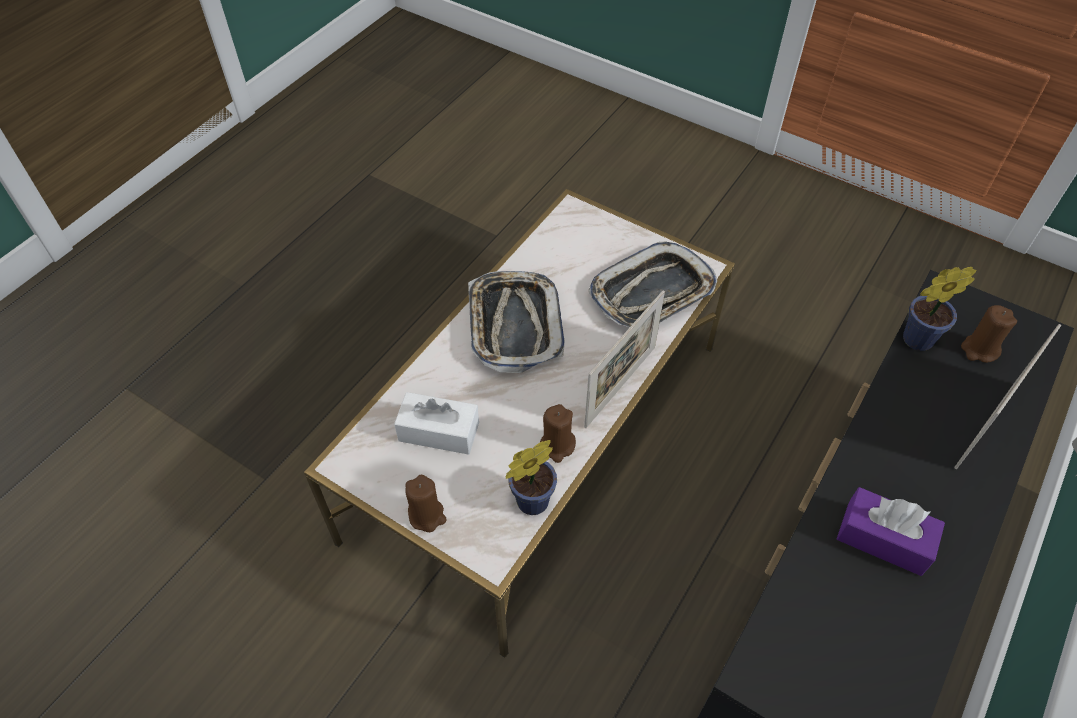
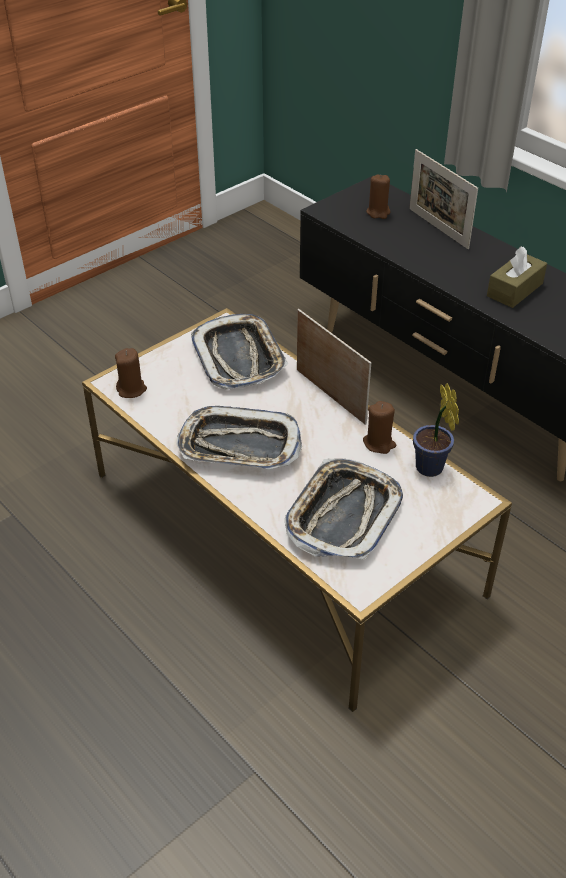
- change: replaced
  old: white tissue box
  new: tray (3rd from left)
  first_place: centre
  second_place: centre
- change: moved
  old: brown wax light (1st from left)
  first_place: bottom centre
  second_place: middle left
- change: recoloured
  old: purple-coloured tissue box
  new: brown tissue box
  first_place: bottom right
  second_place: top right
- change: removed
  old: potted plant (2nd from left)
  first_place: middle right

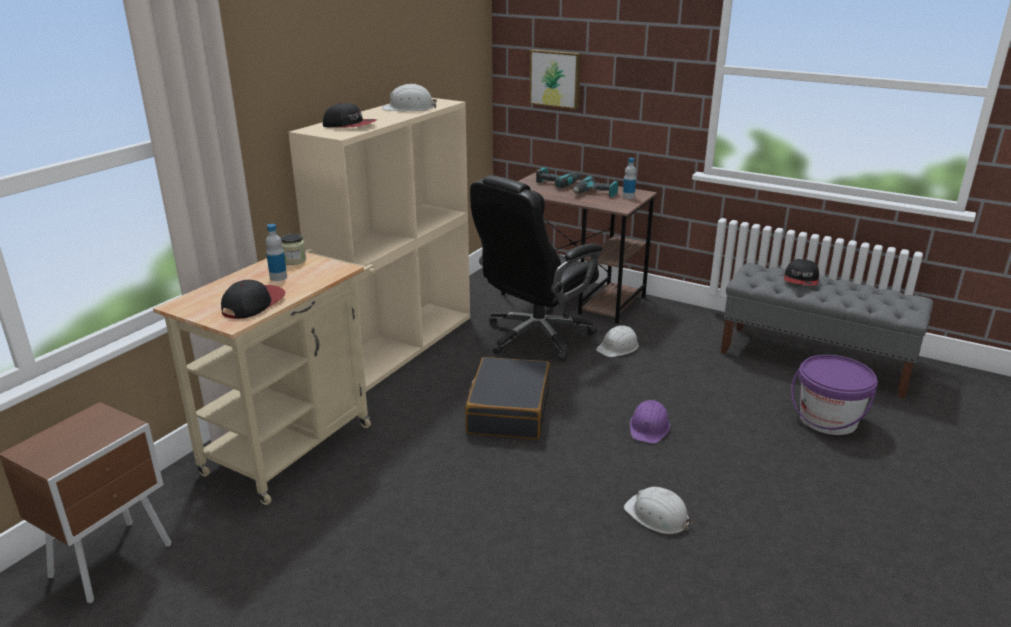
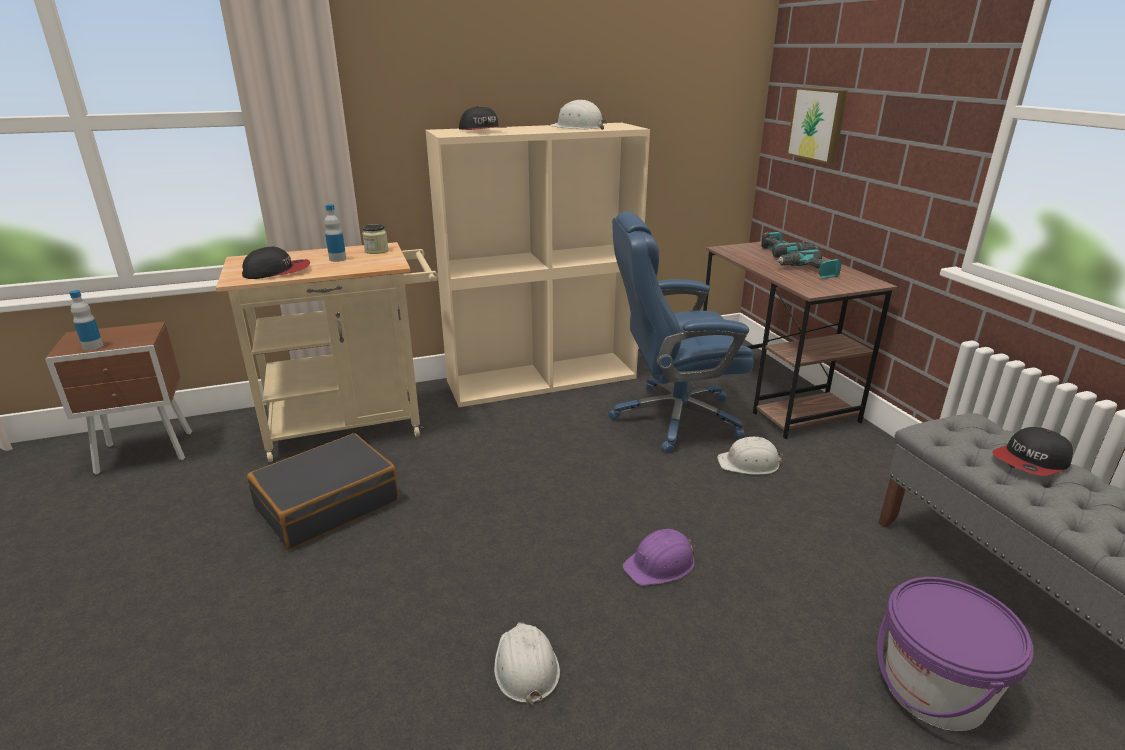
- change: moved
  old: black-coloured suitcase
  first_place: centre
  second_place: middle left
- change: recoloured
  old: black-coloured desk chair
  new: blue-coloured desk chair
  first_place: centre
  second_place: centre
- change: moved
  old: bottle (2nd from left in the first image)
  new: bottle (1st from left)
  first_place: top centre
  second_place: middle left

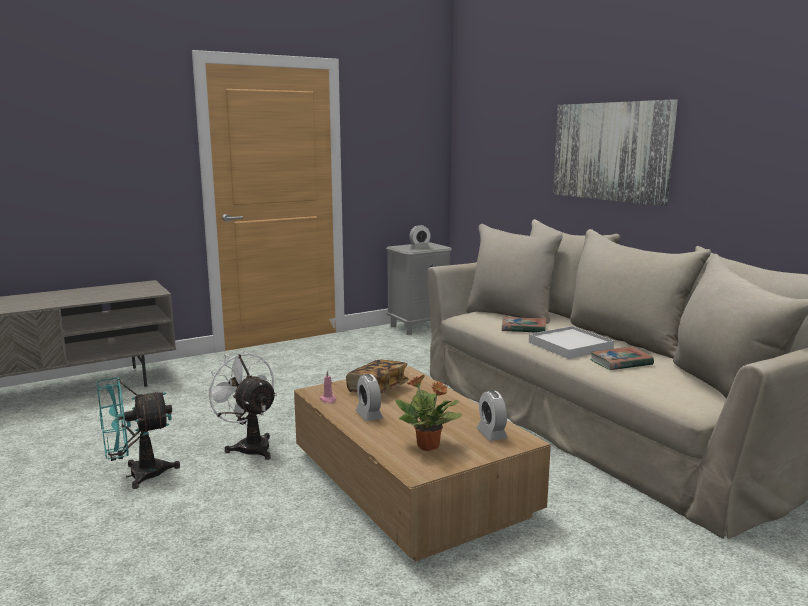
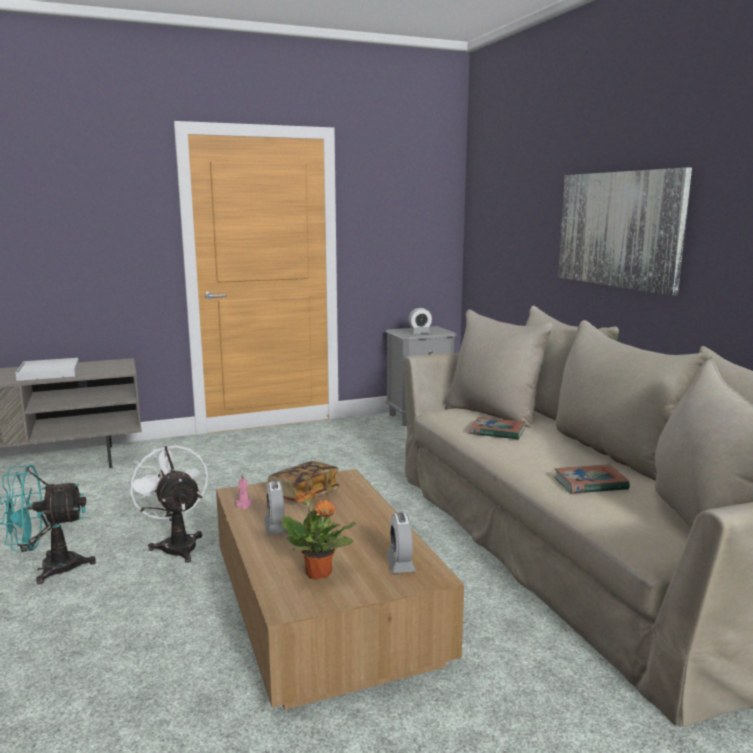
- change: moved
  old: white tray
  first_place: middle right
  second_place: middle left

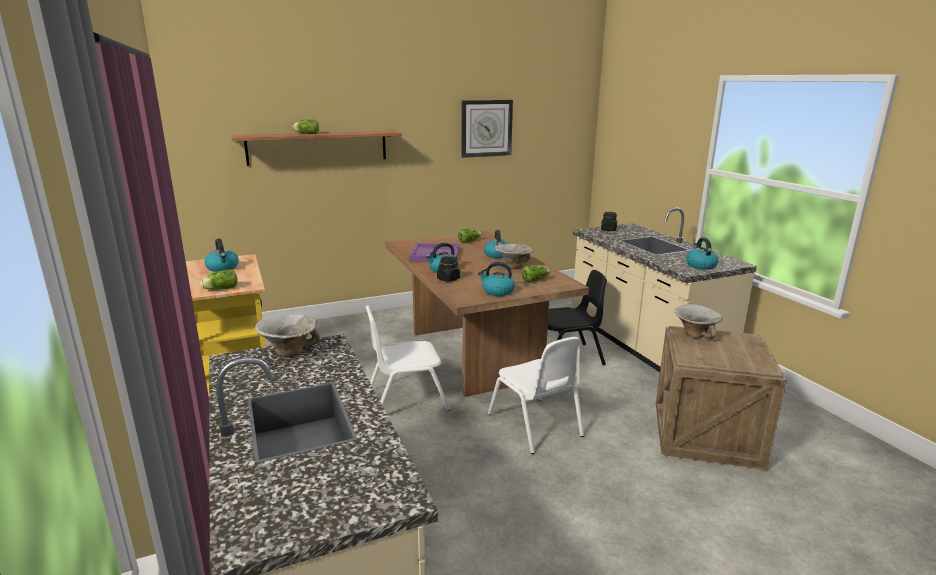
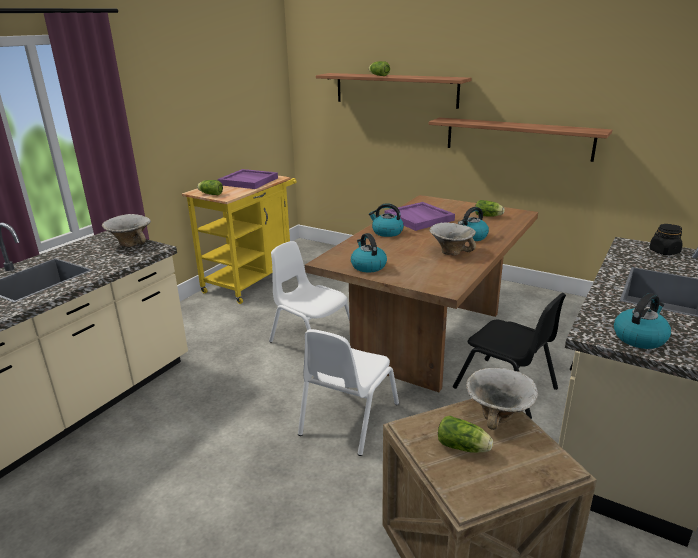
- change: replaced
  old: kettle (1st from left)
  new: purple-coloured tray (1st from left)
  first_place: middle left
  second_place: top centre
- change: removed
  old: black-coloured storage jar (1st from left)
  first_place: centre
- change: removed
  old: clock on the wall
  first_place: top centre
- change: moved
  old: lettuce (4th from left in the first image)
  new: lettuce (3rd from left)
  first_place: centre
  second_place: bottom centre
- change: added
  new: wall shelf (2nd from left)
  second_place: top right

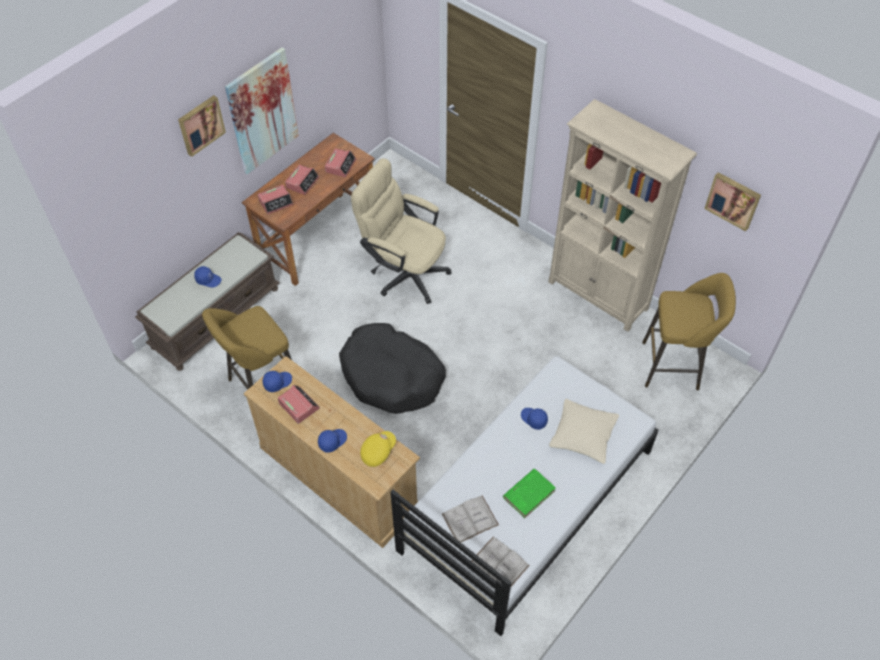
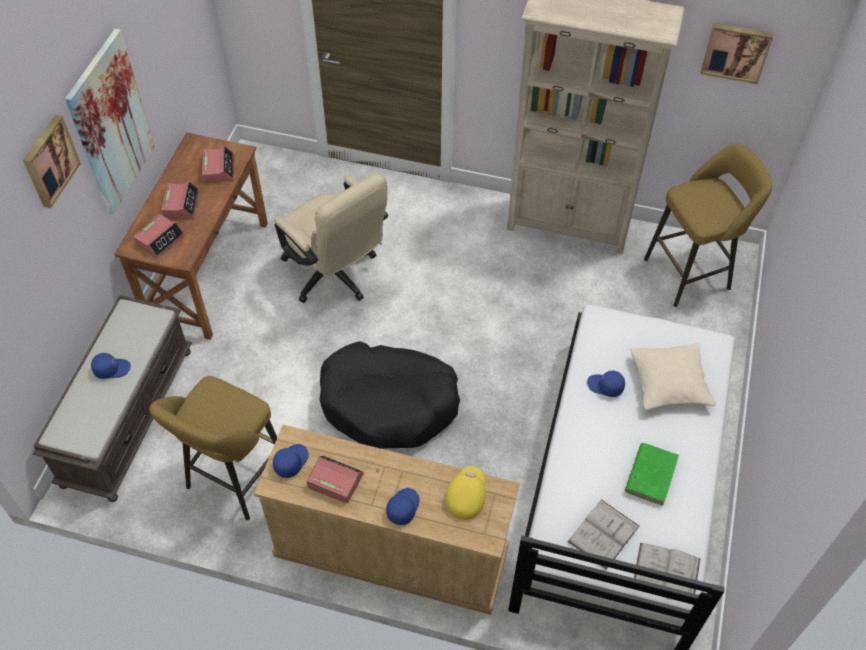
- change: turned
  old: beige-coloured desk chair
  first_place: centre
  second_place: centre
  degrees: -135

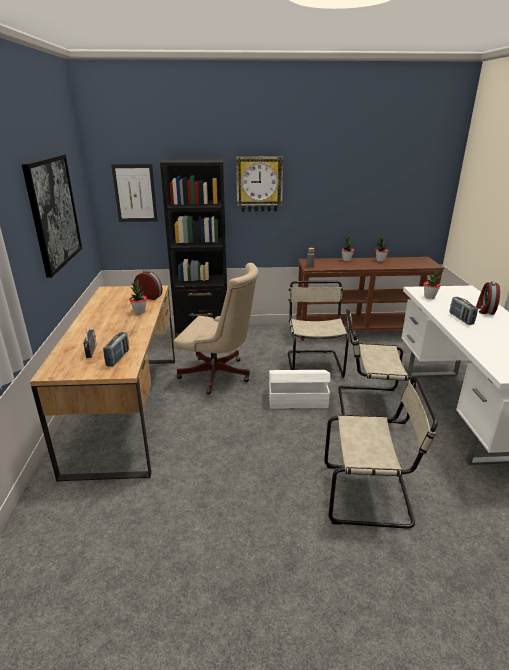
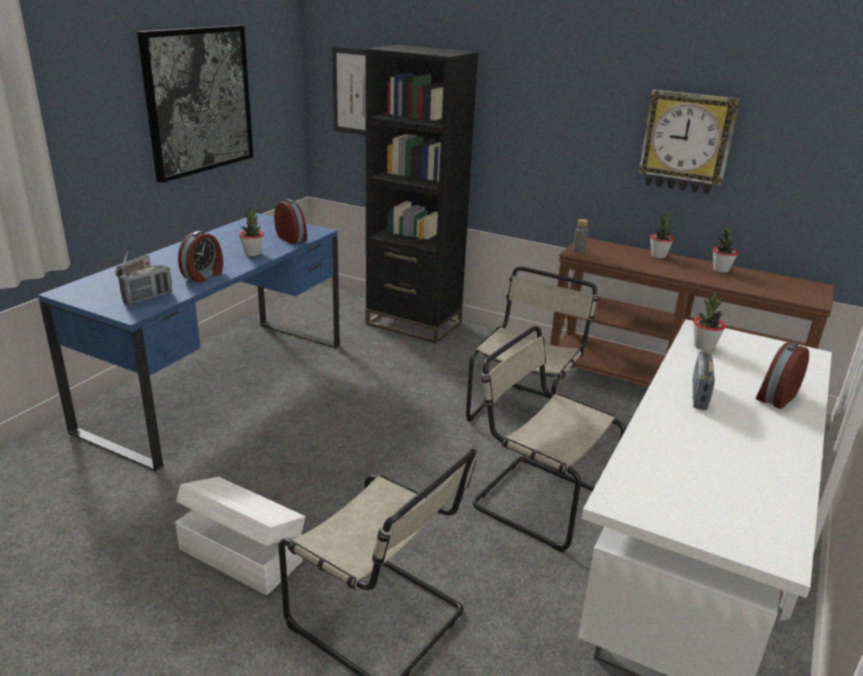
- change: recoloured
  old: brown desk unit
  new: blue-coloured desk unit
  first_place: middle left
  second_place: middle left
- change: removed
  old: beige-coloured desk chair
  first_place: centre
- change: moved
  old: clock on the wall
  first_place: top centre
  second_place: top right
- change: moved
  old: white storage box
  first_place: centre
  second_place: bottom left
- change: added
  new: table clock (1st from left)
  second_place: middle left

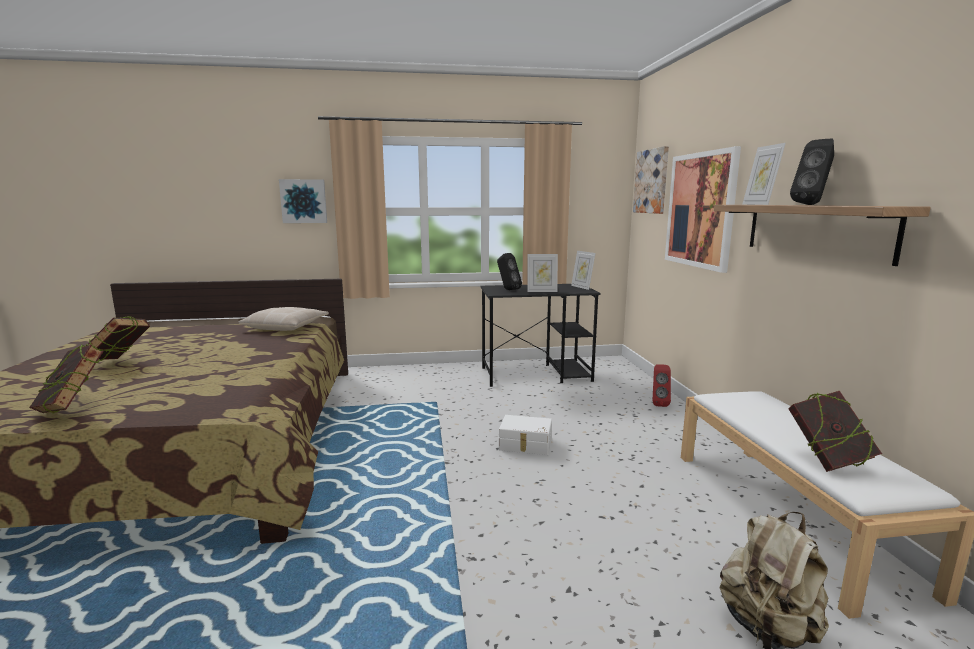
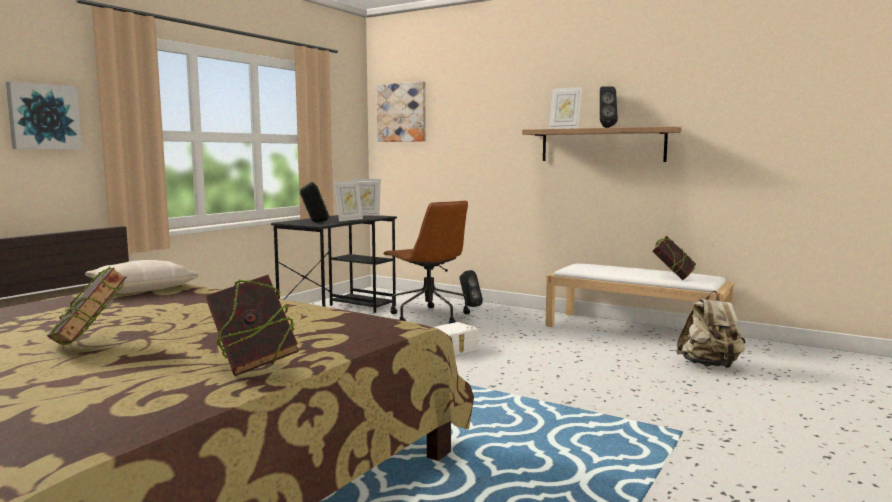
- change: recoloured
  old: red-coloured speaker
  new: black-coloured speaker (2nd from left)
  first_place: middle right
  second_place: centre
- change: removed
  old: picture (3rd from left)
  first_place: top right
- change: added
  new: brown desk chair
  second_place: centre

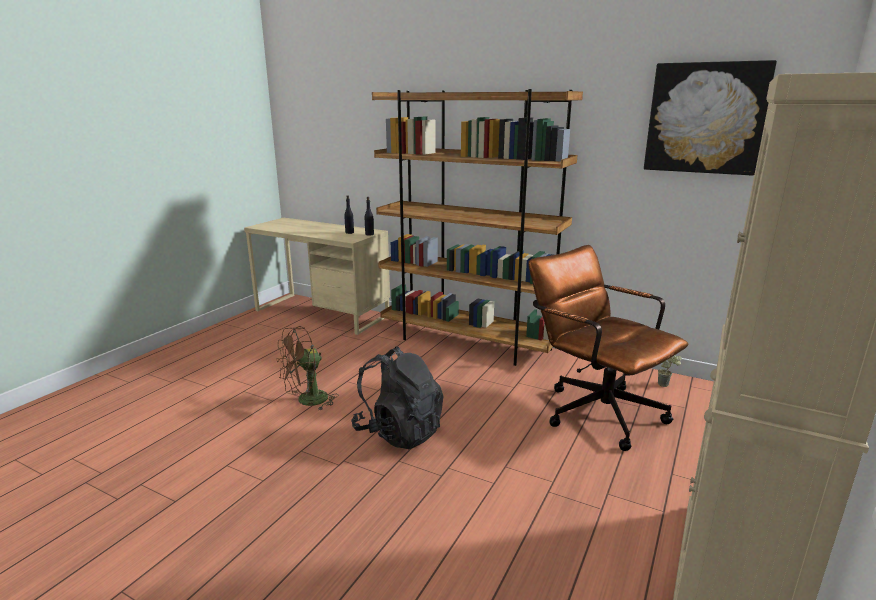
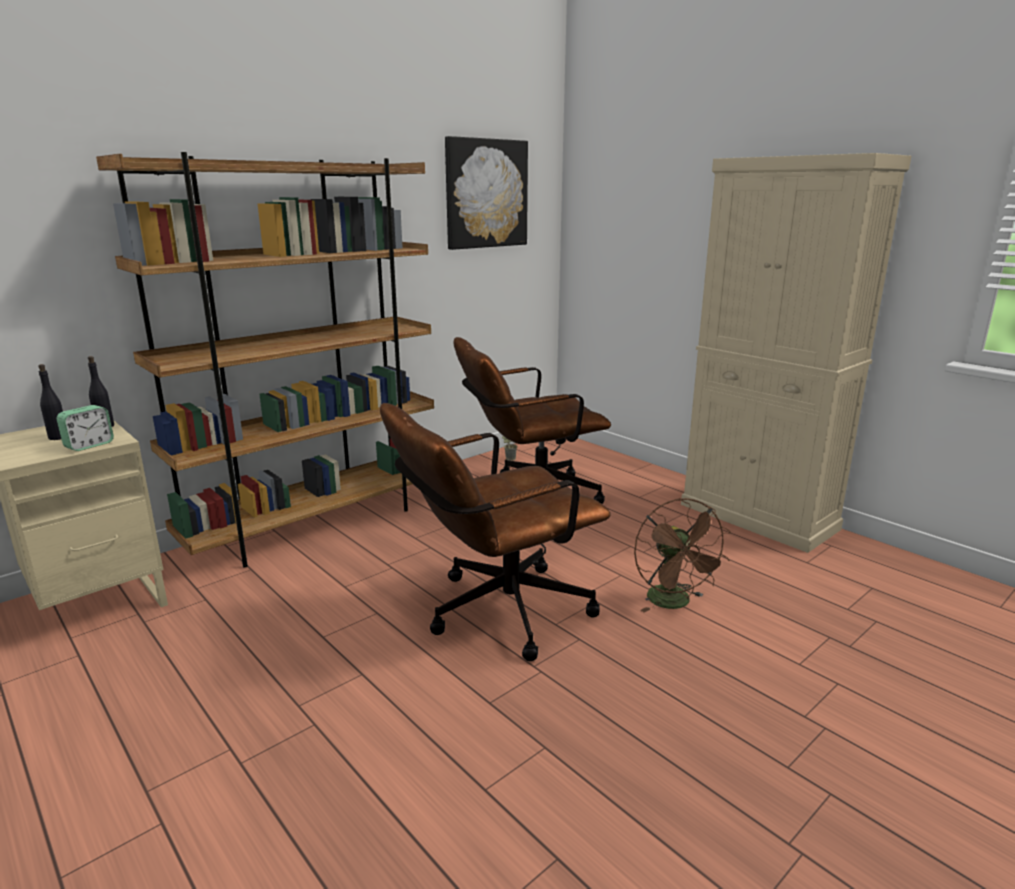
- change: moved
  old: brown electric fan
  first_place: centre
  second_place: middle right
- change: replaced
  old: black-coloured backpack
  new: brown desk chair (1st from left)
  first_place: centre
  second_place: centre
- change: added
  new: table clock
  second_place: middle left

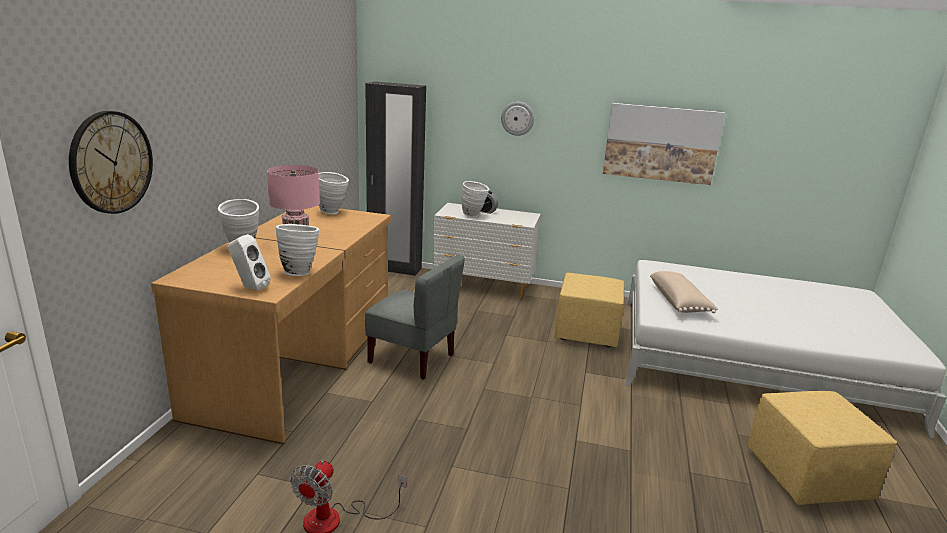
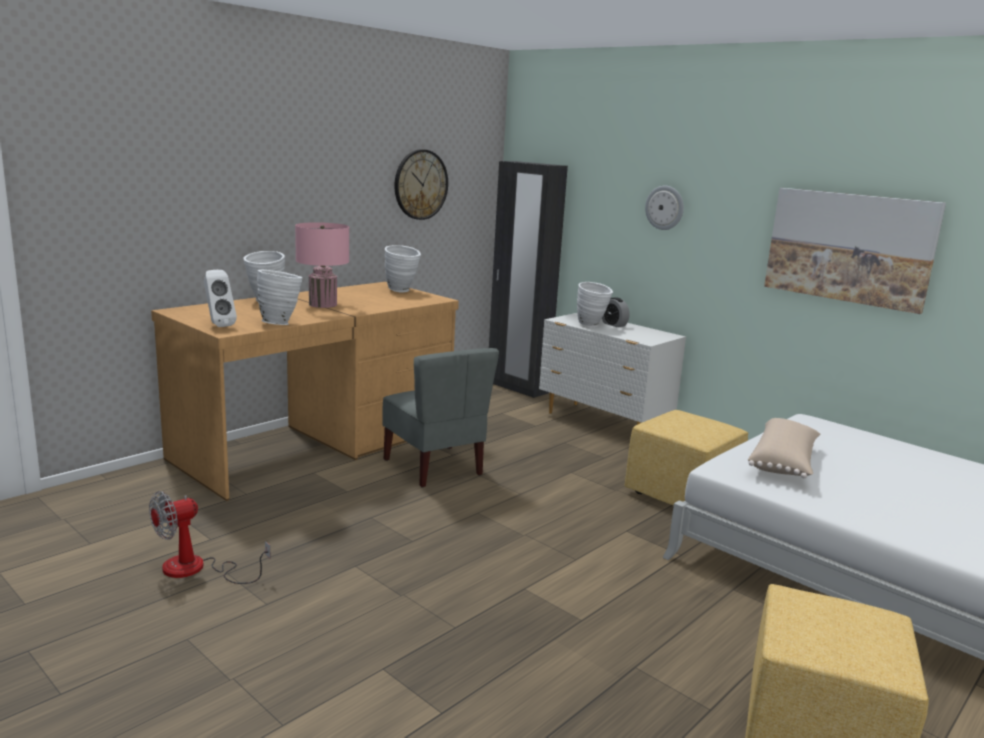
- change: moved
  old: clock on the wall (1st from left)
  first_place: top left
  second_place: top centre

